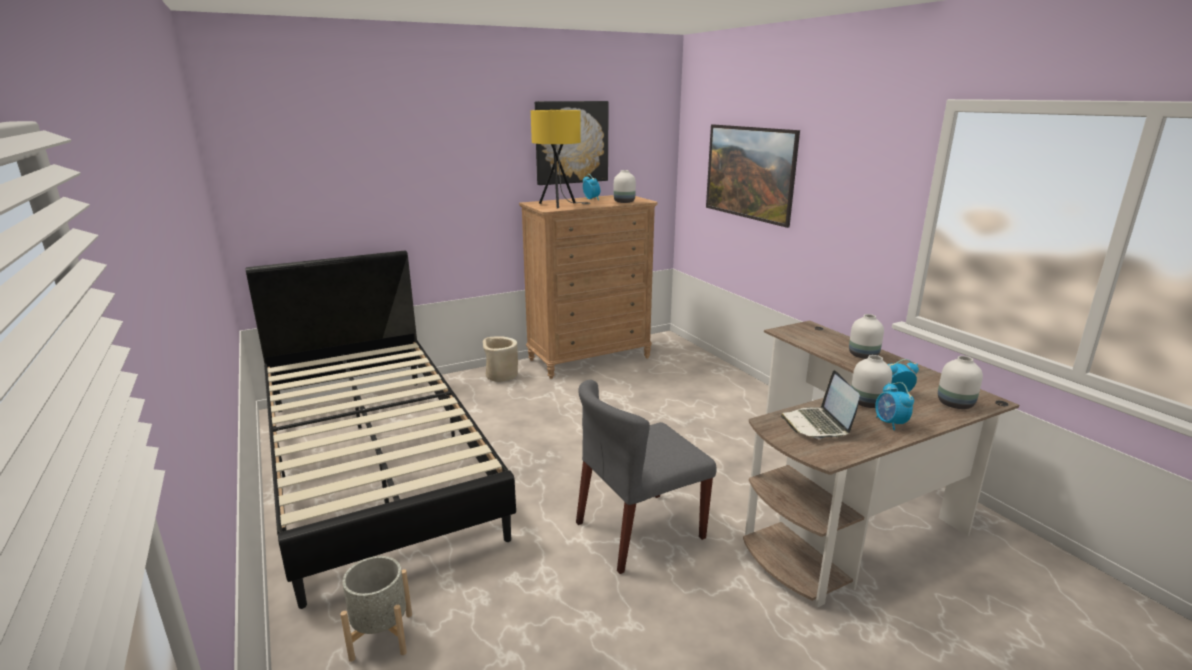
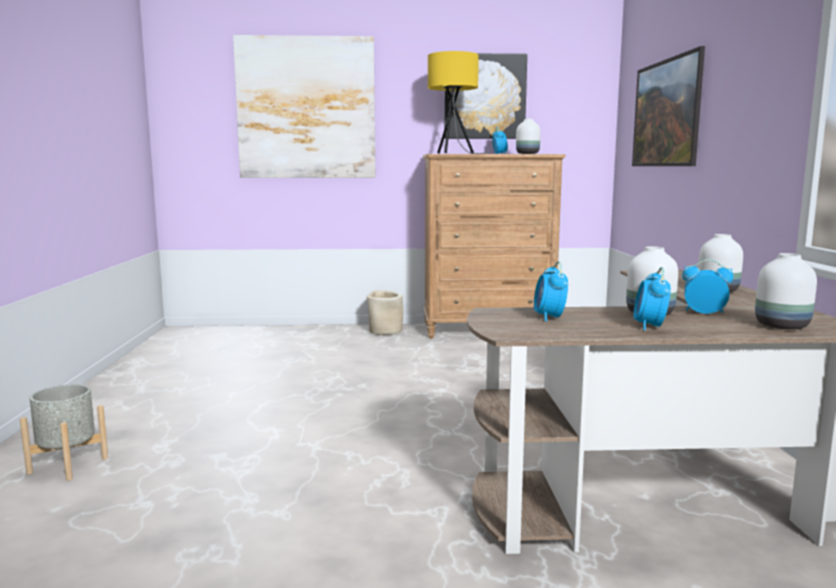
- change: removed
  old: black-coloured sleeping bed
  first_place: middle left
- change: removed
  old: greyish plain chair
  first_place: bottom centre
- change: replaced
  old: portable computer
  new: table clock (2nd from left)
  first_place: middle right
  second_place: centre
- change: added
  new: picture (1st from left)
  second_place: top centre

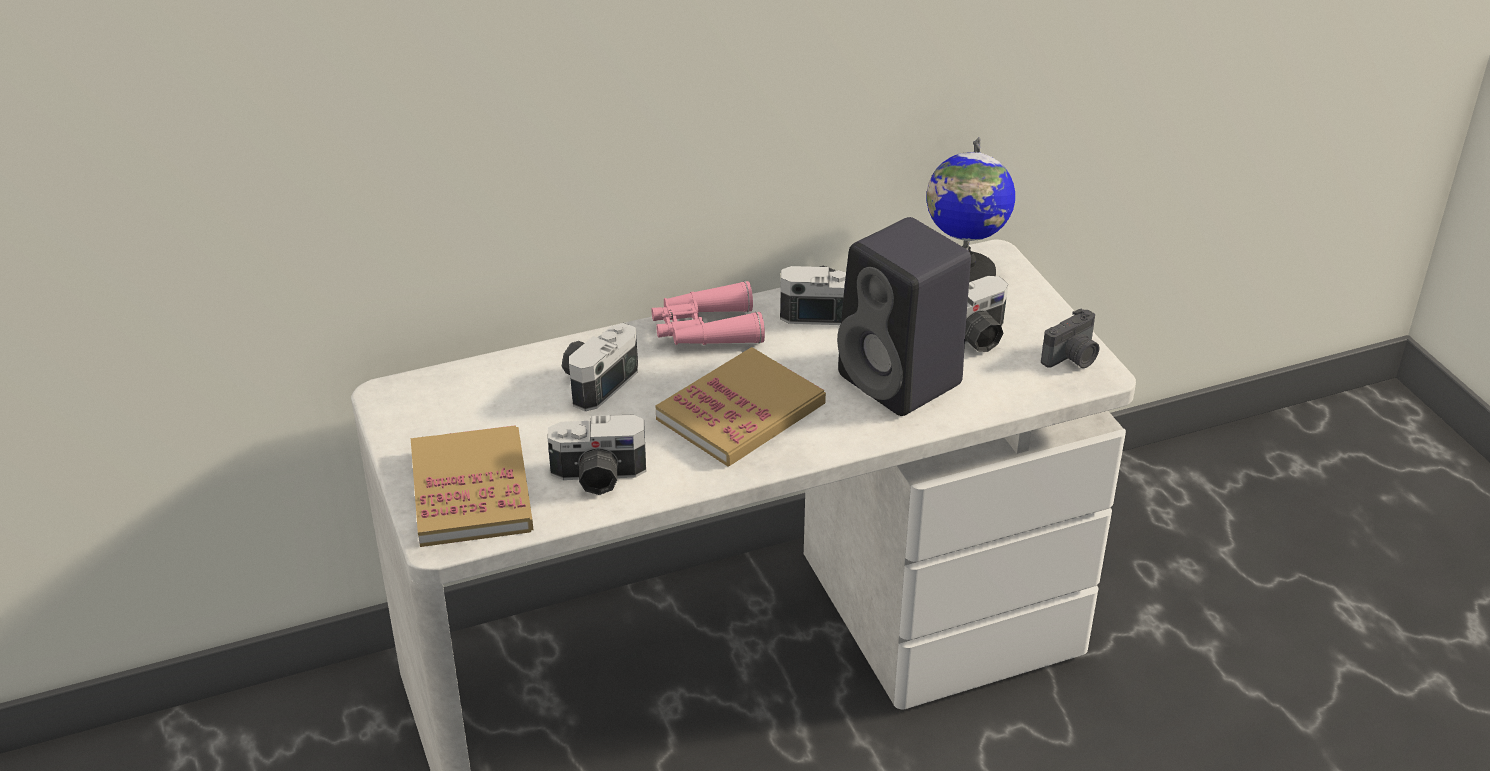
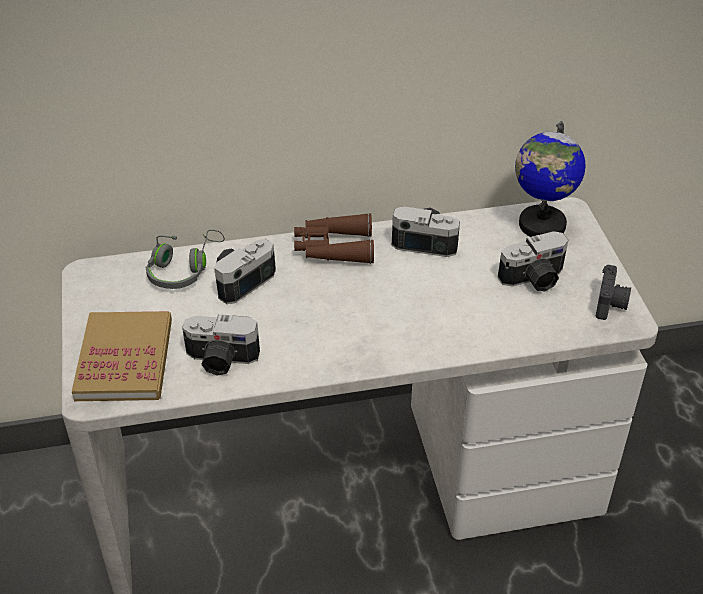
- change: recoloured
  old: pinkish pair of binoculars
  new: brown pair of binoculars
  first_place: centre
  second_place: centre
- change: removed
  old: volume (2nd from left)
  first_place: centre
- change: removed
  old: black-coloured speaker
  first_place: centre
- change: turned
  old: still camera (5th from left)
  first_place: middle right
  second_place: middle right
  degrees: -45
- change: added
  new: greyish pair of headphones
  second_place: middle left

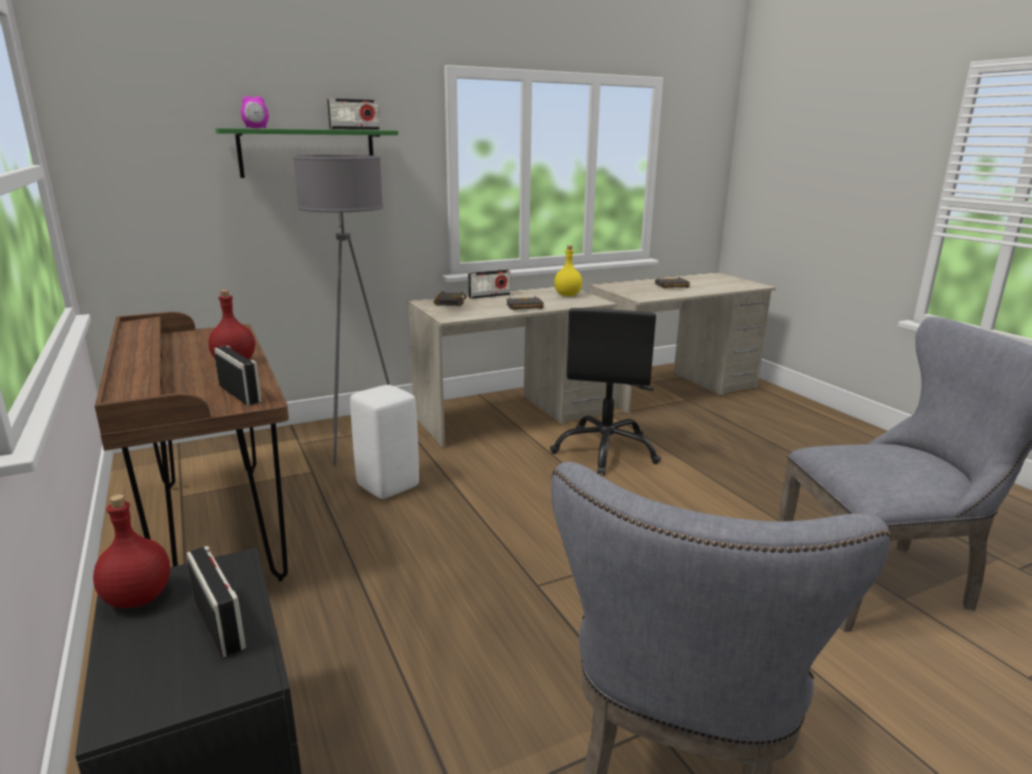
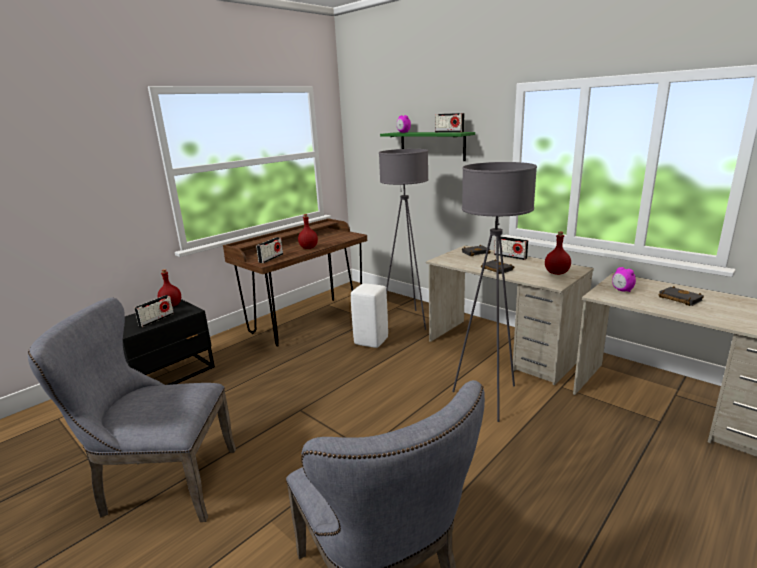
- change: replaced
  old: black-coloured desk chair
  new: greyish standard lamp (2nd from left)
  first_place: centre
  second_place: centre
- change: recoloured
  old: yellowish bottle
  new: red-coloured bottle (3rd from left)
  first_place: centre
  second_place: middle right
- change: added
  new: table clock (2nd from left)
  second_place: middle right

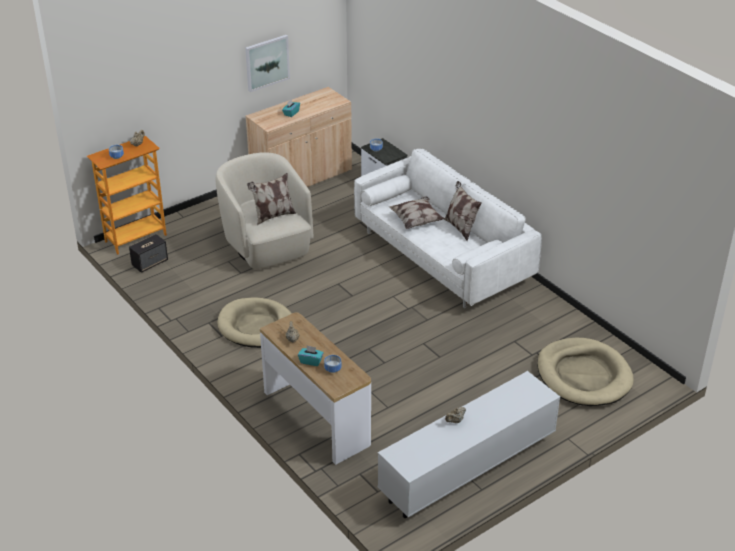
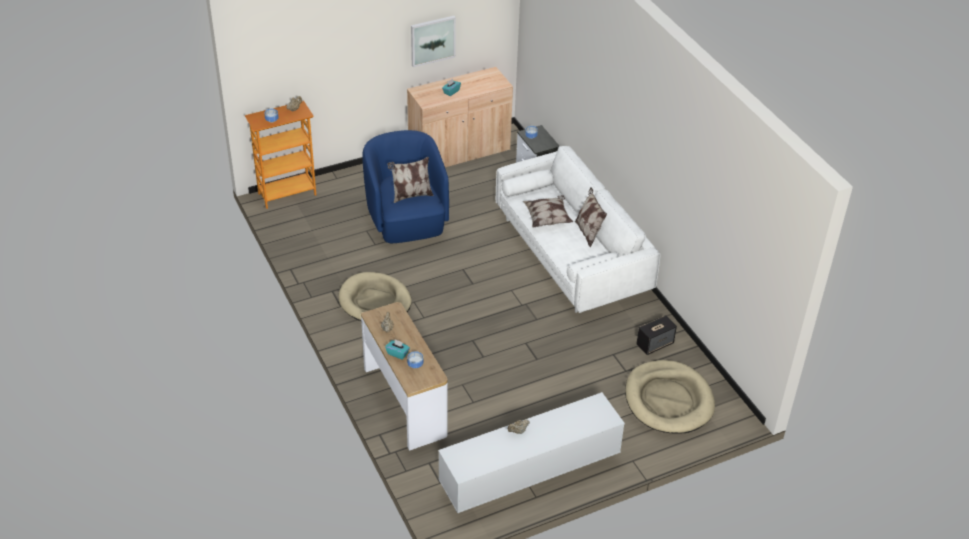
- change: moved
  old: speaker
  first_place: middle left
  second_place: middle right
- change: recoloured
  old: beige-coloured lounge chair
  new: blue-coloured lounge chair
  first_place: centre
  second_place: centre

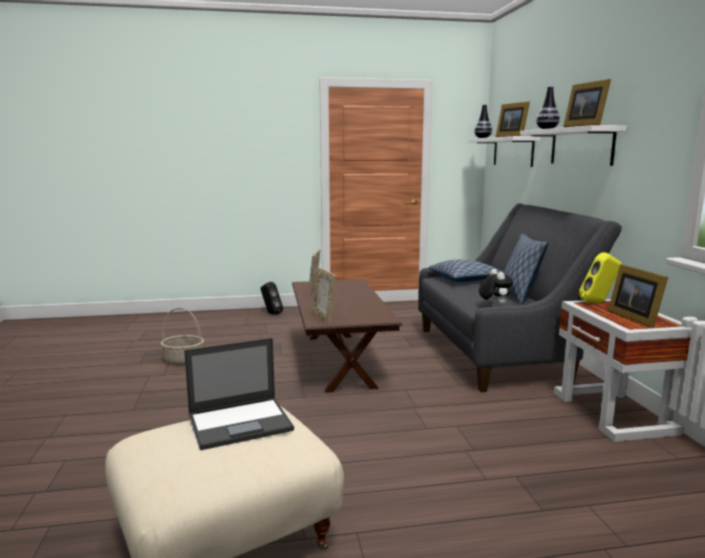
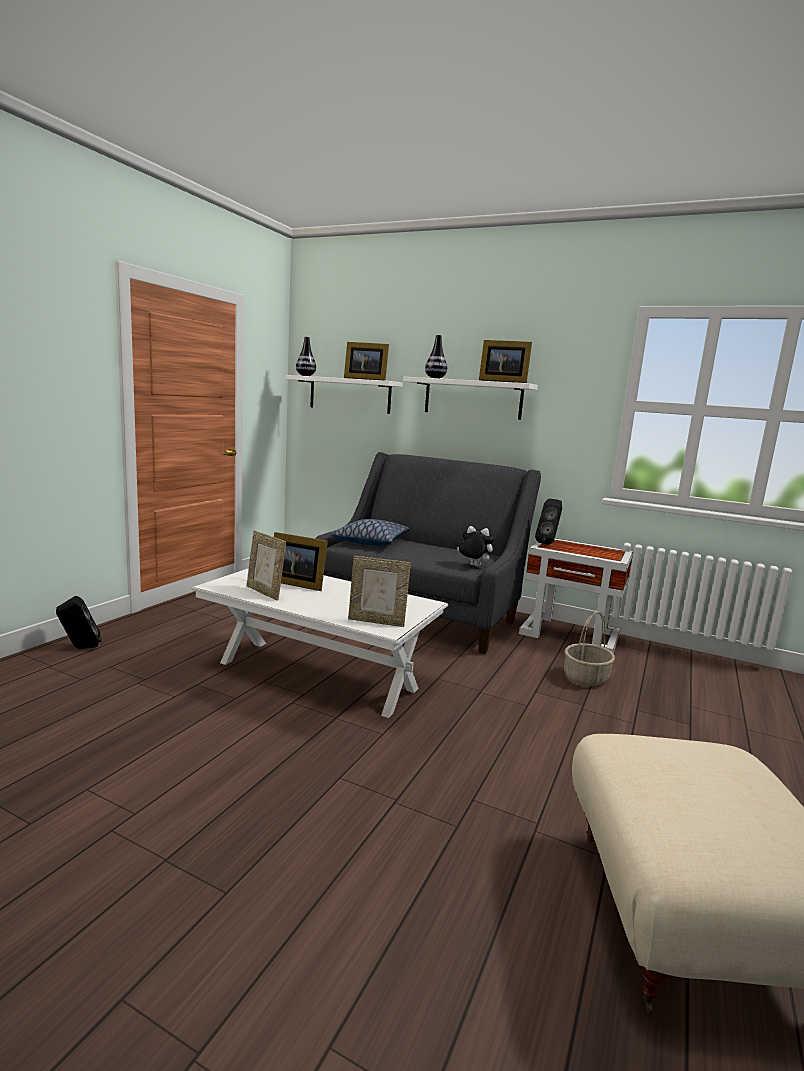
- change: moved
  old: household basket
  first_place: middle left
  second_place: middle right
- change: removed
  old: portable computer
  first_place: bottom centre
- change: recoloured
  old: brown low table
  new: white low table
  first_place: centre
  second_place: centre
- change: removed
  old: pillow (2nd from left)
  first_place: middle right
- change: recoloured
  old: yellowish speaker
  new: black-coloured speaker (2nd from left)
  first_place: middle right
  second_place: middle right
- change: moved
  old: standing frame (5th from left in the first image)
  new: standing frame (2nd from left)
  first_place: middle right
  second_place: centre

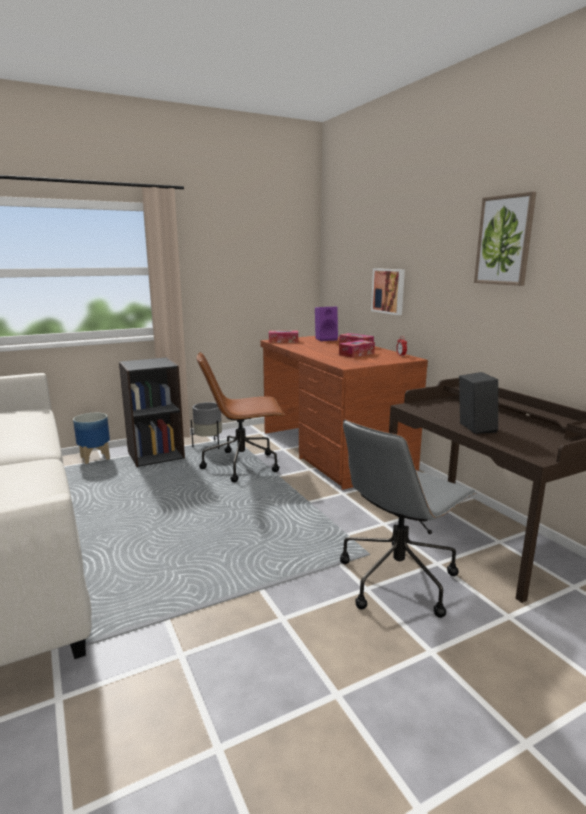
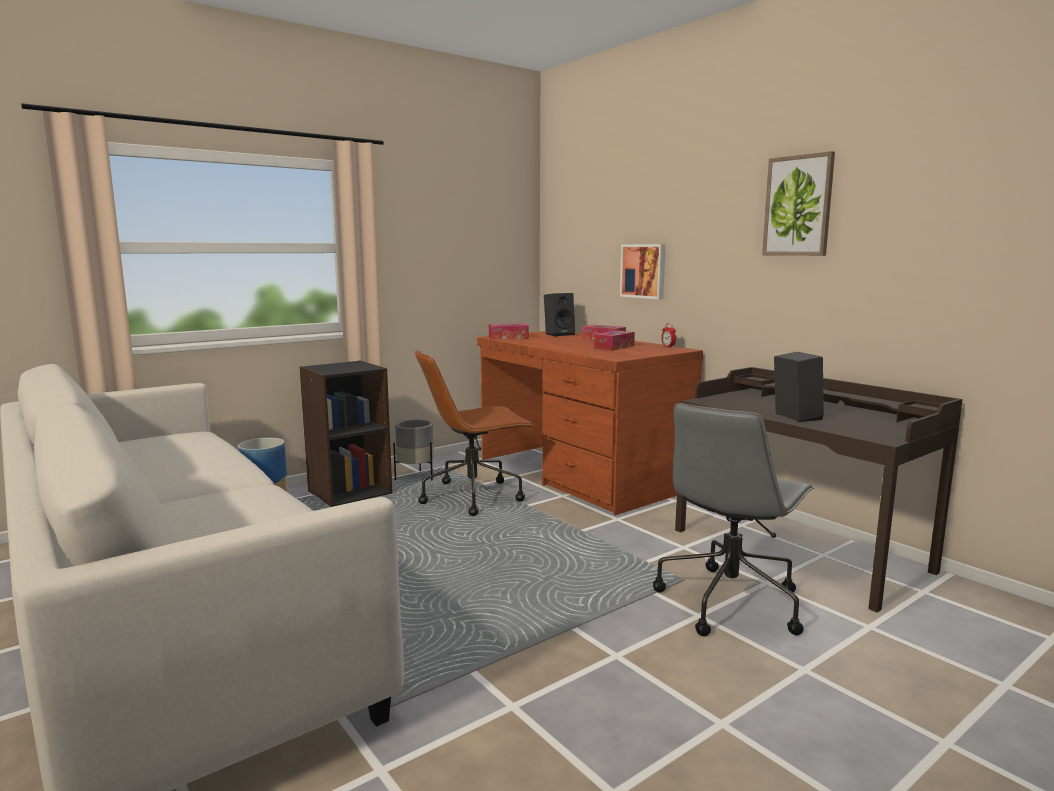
- change: recoloured
  old: purple-coloured speaker
  new: black-coloured speaker (1st from left)
  first_place: centre
  second_place: centre

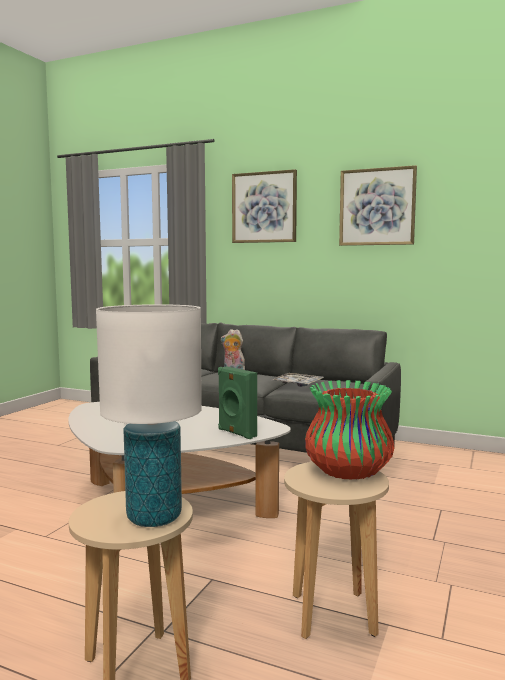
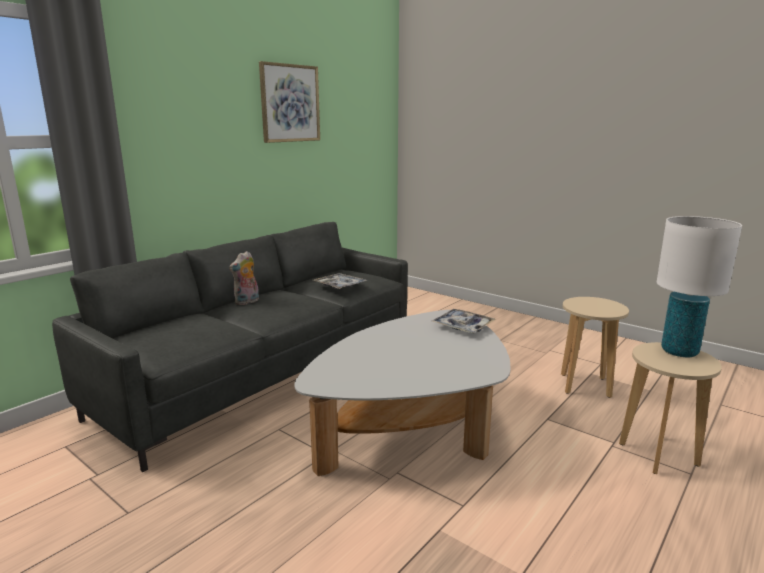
- change: replaced
  old: green speaker
  new: tray (2nd from left)
  first_place: centre
  second_place: centre
- change: removed
  old: picture (1st from left)
  first_place: top centre
- change: removed
  old: decorative vase
  first_place: middle right

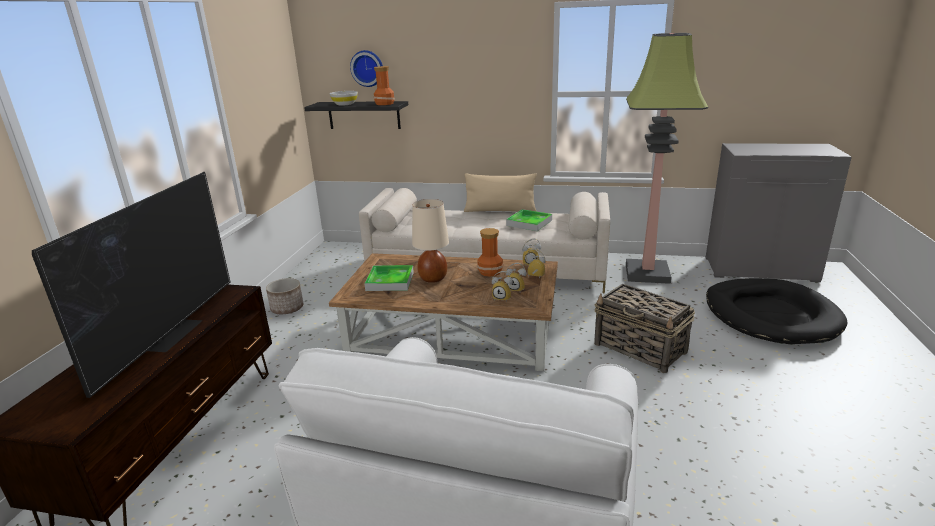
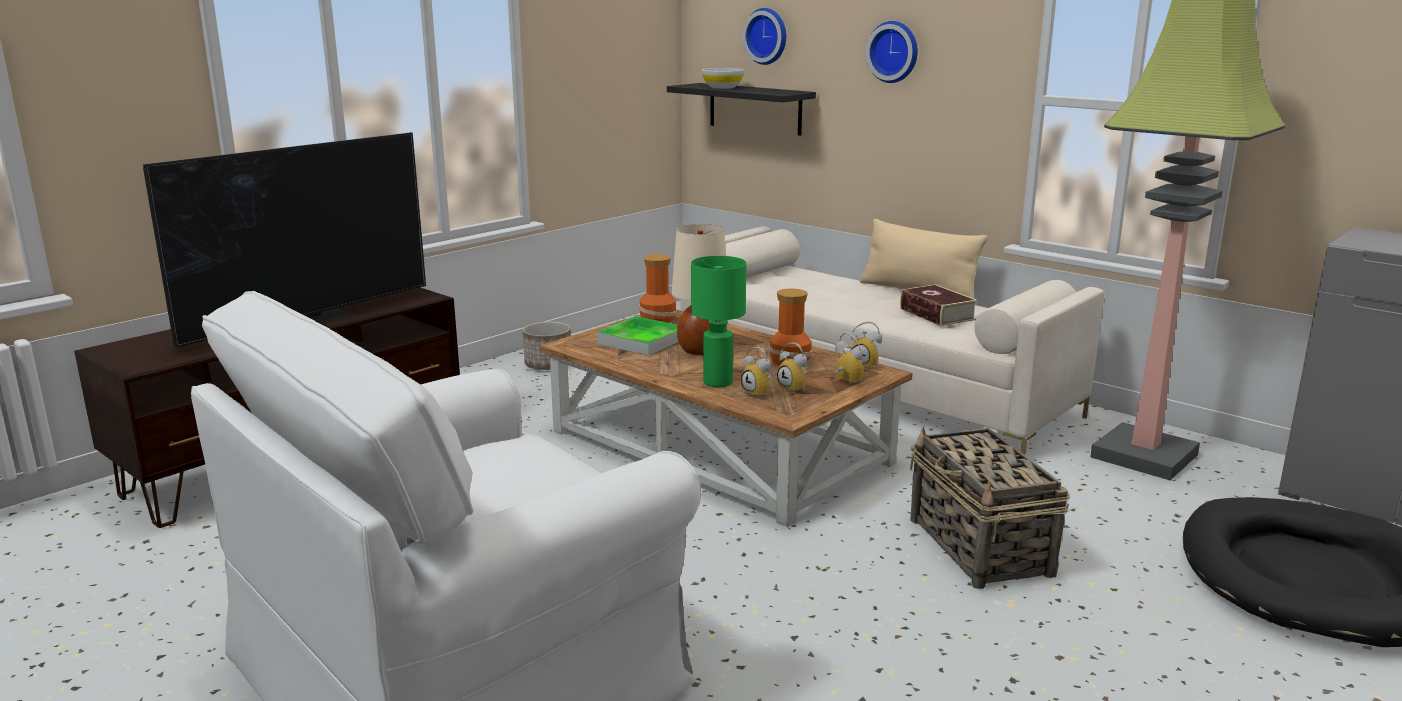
- change: moved
  old: decorative vase (1st from left)
  first_place: top centre
  second_place: centre
- change: replaced
  old: tray (2nd from left)
  new: volume
  first_place: centre
  second_place: middle right
- change: added
  new: green tabletop lamp
  second_place: centre
- change: added
  new: clock on the wall (2nd from left)
  second_place: top centre

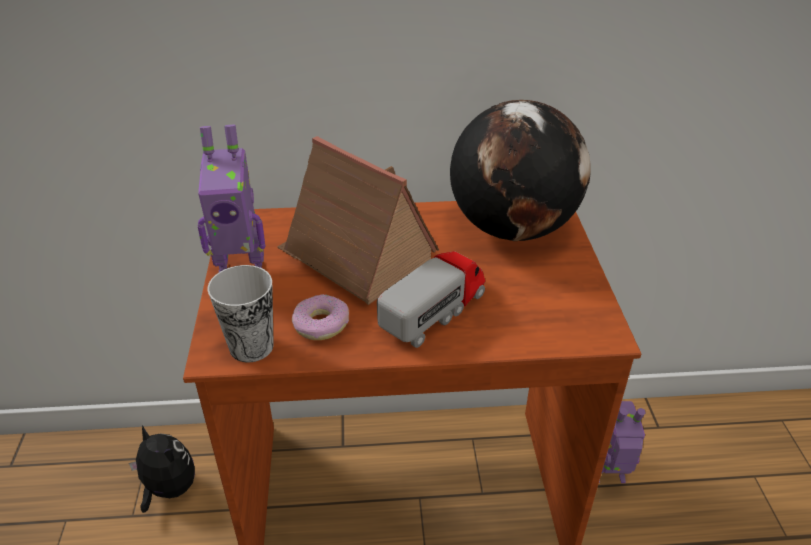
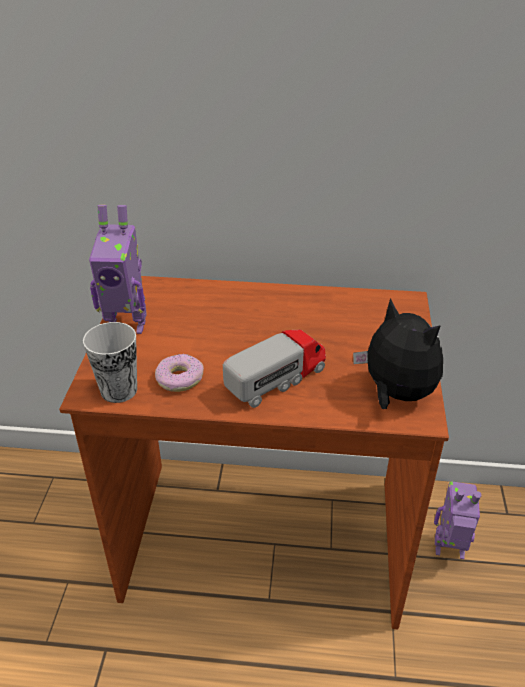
- change: moved
  old: cuddly toy
  first_place: bottom left
  second_place: middle right
- change: removed
  old: miniature house
  first_place: centre
- change: removed
  old: world globe
  first_place: top centre

